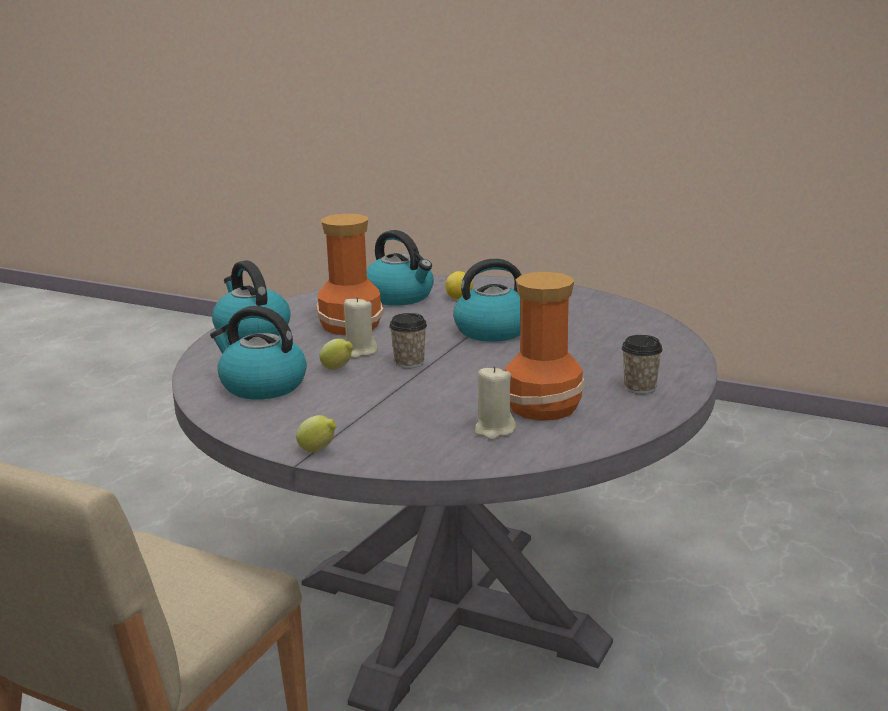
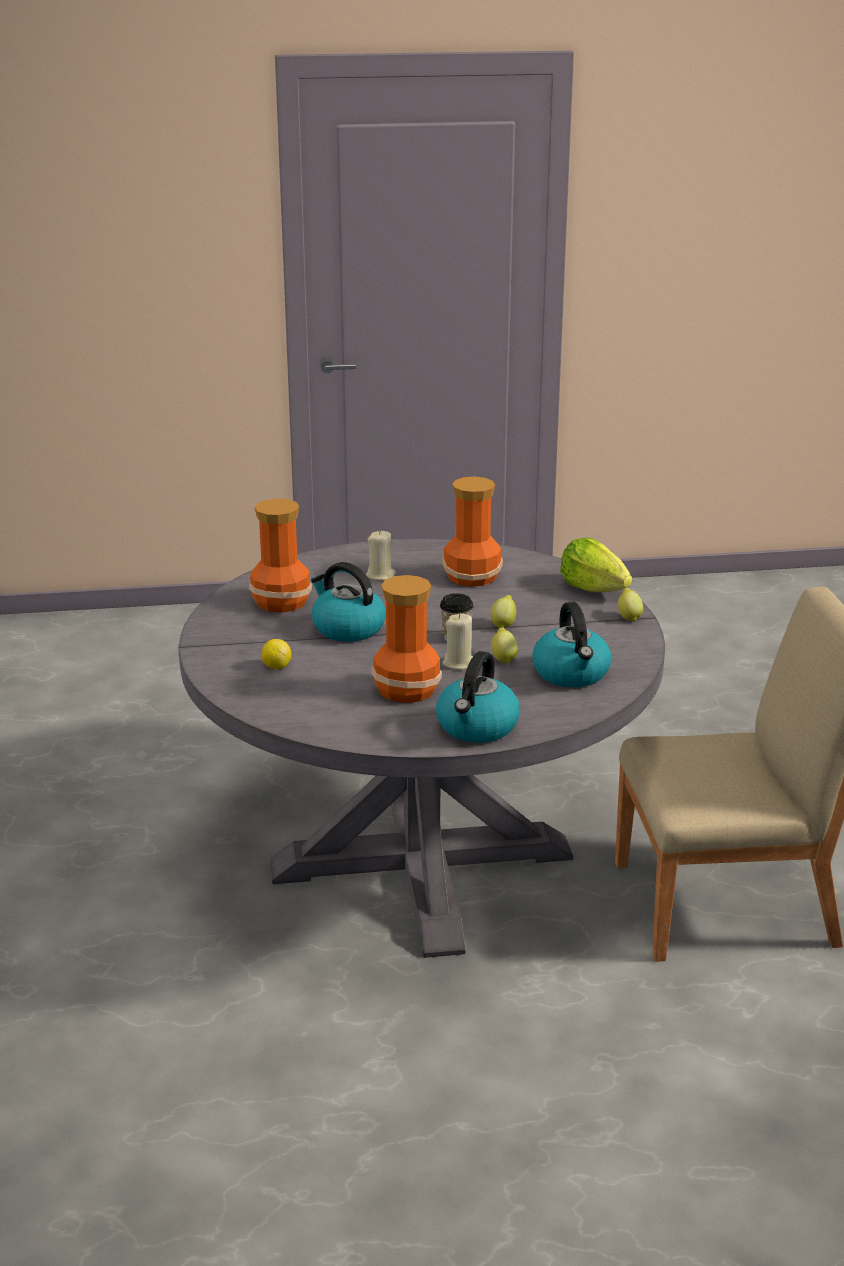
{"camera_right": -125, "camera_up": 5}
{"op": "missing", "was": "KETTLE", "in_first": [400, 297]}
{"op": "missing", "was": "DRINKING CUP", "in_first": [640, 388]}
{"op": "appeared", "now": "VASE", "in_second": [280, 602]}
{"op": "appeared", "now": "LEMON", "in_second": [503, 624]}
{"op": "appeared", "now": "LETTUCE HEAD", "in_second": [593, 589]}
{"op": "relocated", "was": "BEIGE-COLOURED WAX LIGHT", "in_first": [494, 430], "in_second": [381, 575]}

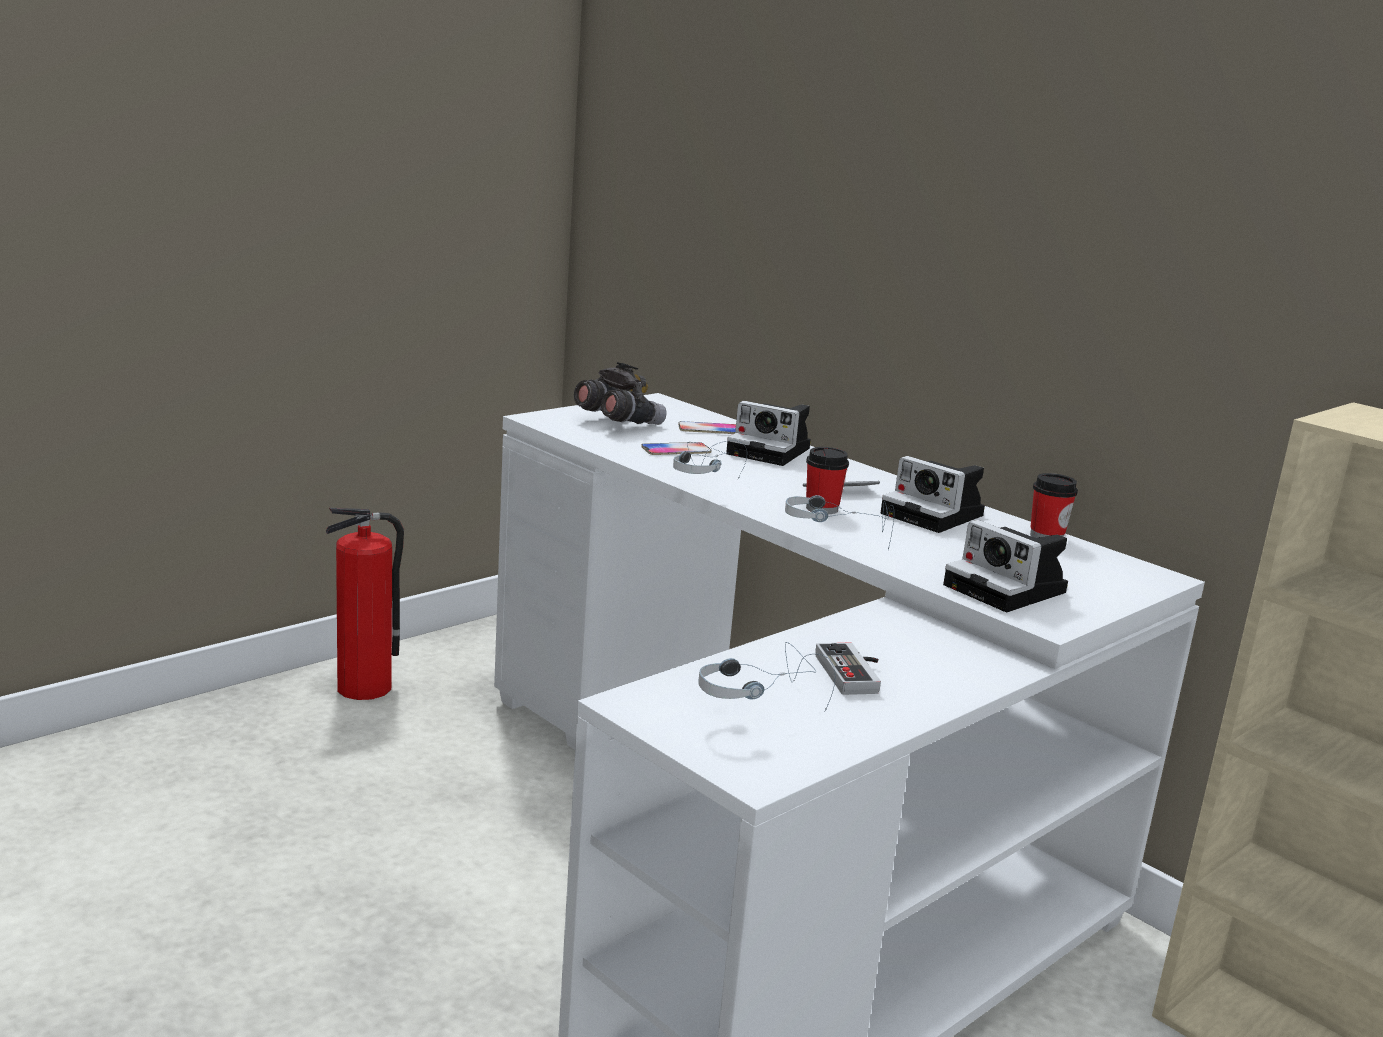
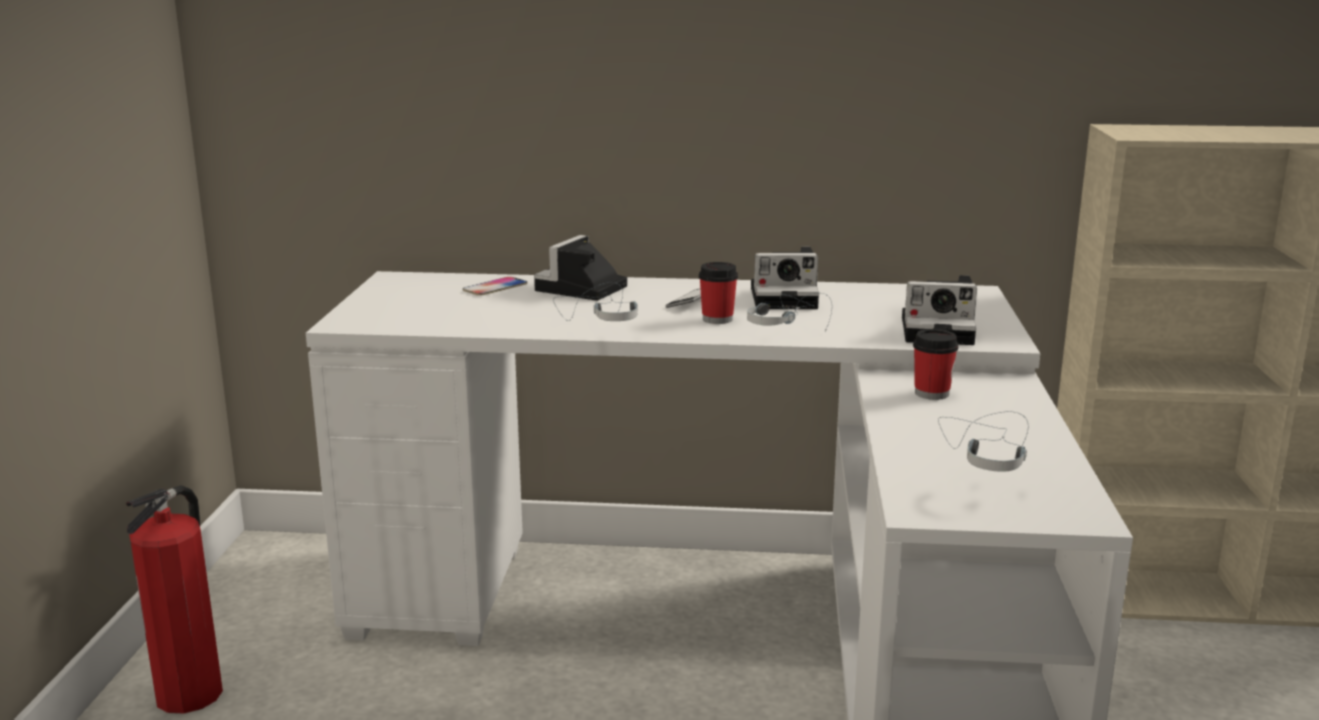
{"camera_right": -40, "camera_up": 0}
{"op": "missing", "was": "GRAY FIELD GLASSES", "in_first": [618, 423]}
{"op": "missing", "was": "HANDSET", "in_first": [676, 450]}
{"op": "missing", "was": "GAMEPAD", "in_first": [855, 674]}
{"op": "relocated", "was": "DRINKING CUP", "in_first": [1046, 536], "in_second": [931, 393]}
{"op": "spun", "was": "PHOTO CAMERA", "in_first": [772, 451], "in_second": [580, 289], "clockwise": 135}

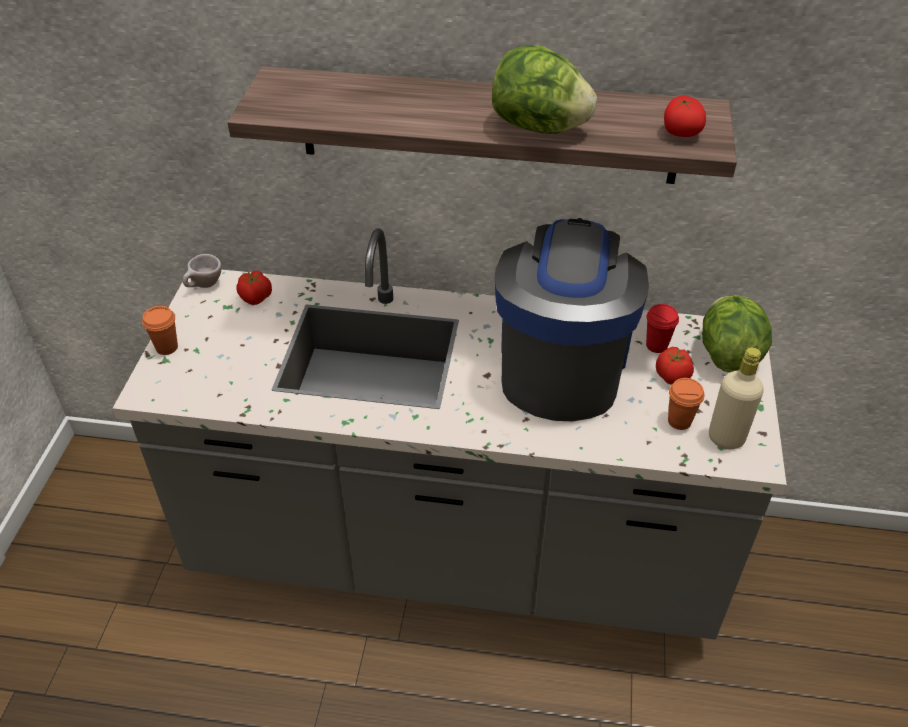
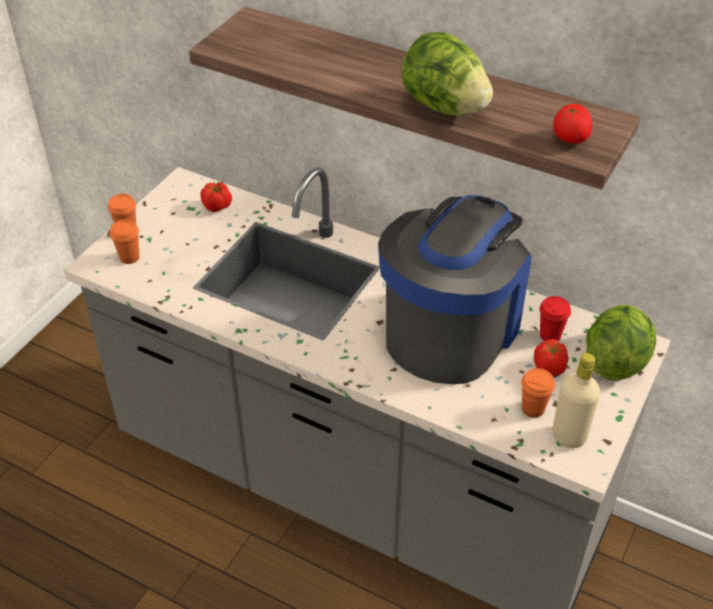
{"camera_right": 20, "camera_up": 0}
{"op": "missing", "was": "BEIGE-COLOURED DRINKING CUP", "in_first": [204, 286]}
{"op": "appeared", "now": "ORANGE DRINKING CUP", "in_second": [129, 257]}

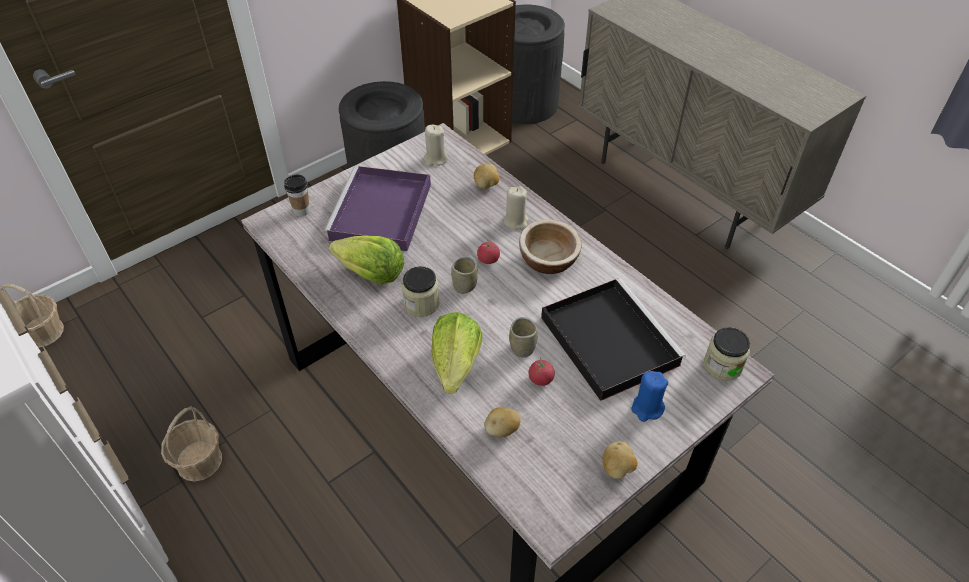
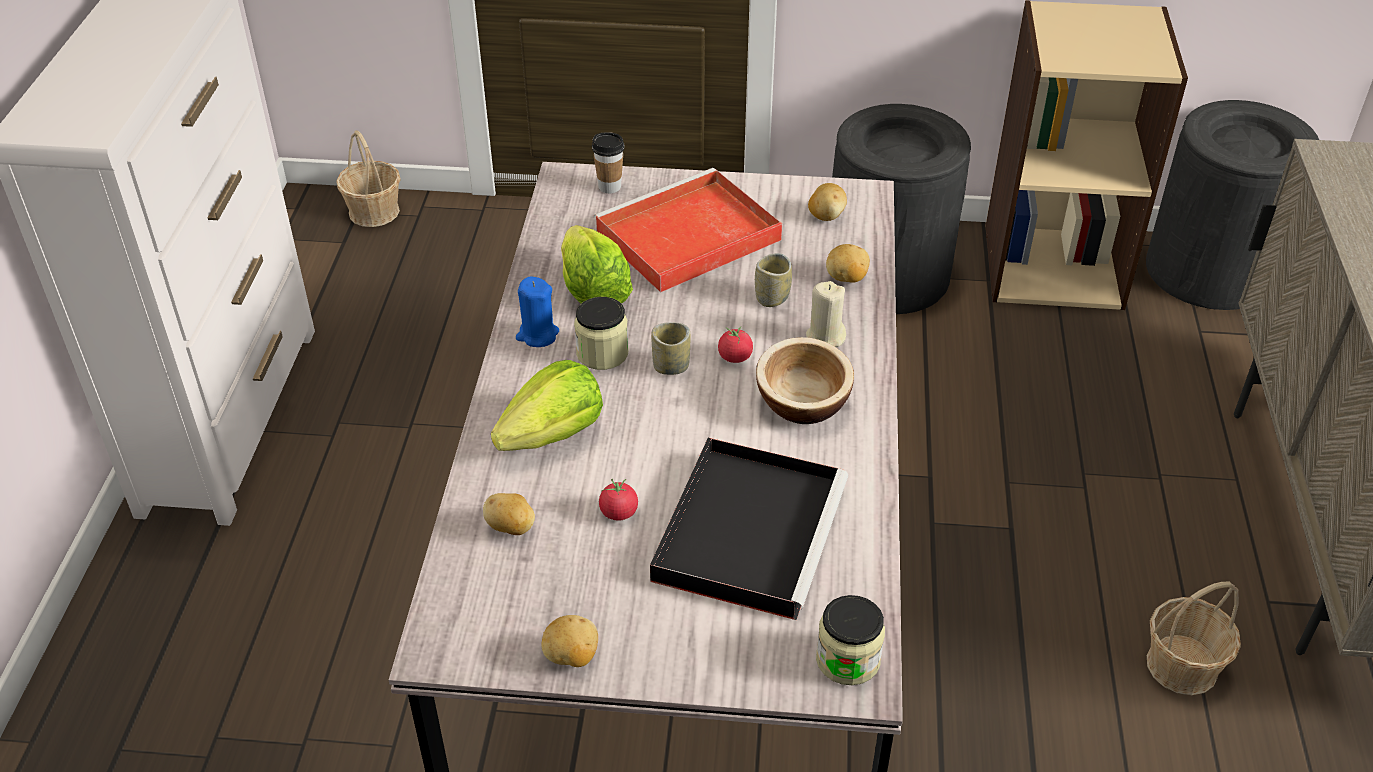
{"camera_right": 45, "camera_up": -5}
{"op": "relocated", "was": "STORAGE BASKET", "in_first": [200, 461], "in_second": [1182, 666]}
{"op": "relocated", "was": "DRINKING CUP", "in_first": [522, 348], "in_second": [772, 298]}
{"op": "relocated", "was": "BLUE-COLOURED WAX LIGHT", "in_first": [647, 408], "in_second": [537, 335]}
{"op": "exchanged", "was": "BEIGE-COLOURED WAX LIGHT", "now": "WHOLE POTATO", "in_first": [435, 159], "in_second": [826, 216]}
{"op": "colour", "was": "PURPLE SERVING TRAY", "now": "REDDISH SERVING TRAY", "in_first": [381, 213], "in_second": [686, 237]}

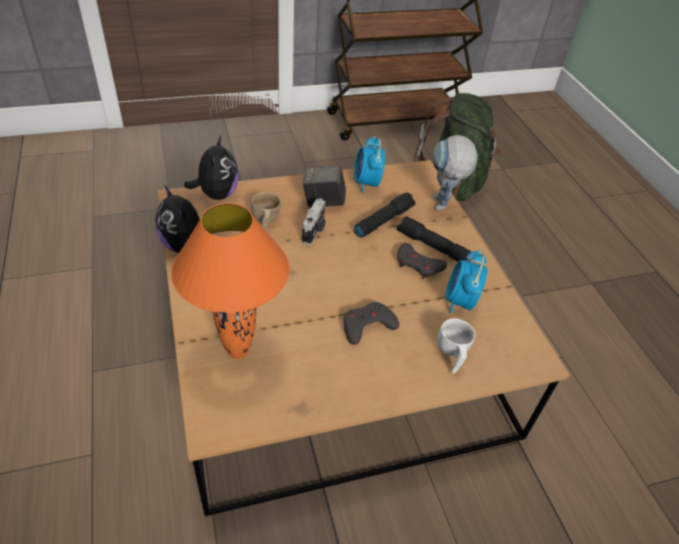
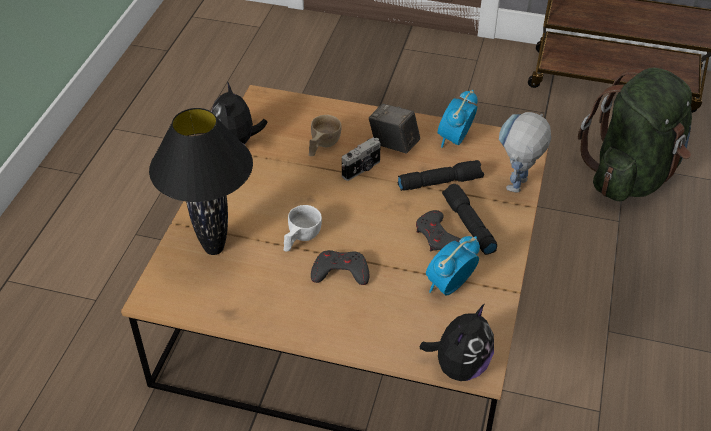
{"camera_right": 35, "camera_up": 0}
{"op": "relocated", "was": "SOFT TOY", "in_first": [217, 194], "in_second": [459, 366]}
{"op": "relocated", "was": "WHITE-COLOURED DRINKING CUP", "in_first": [451, 354], "in_second": [300, 239]}
{"op": "colour", "was": "ORANGE TABLETOP LAMP", "now": "BLACKISH TABLETOP LAMP", "in_first": [238, 352], "in_second": [214, 249]}

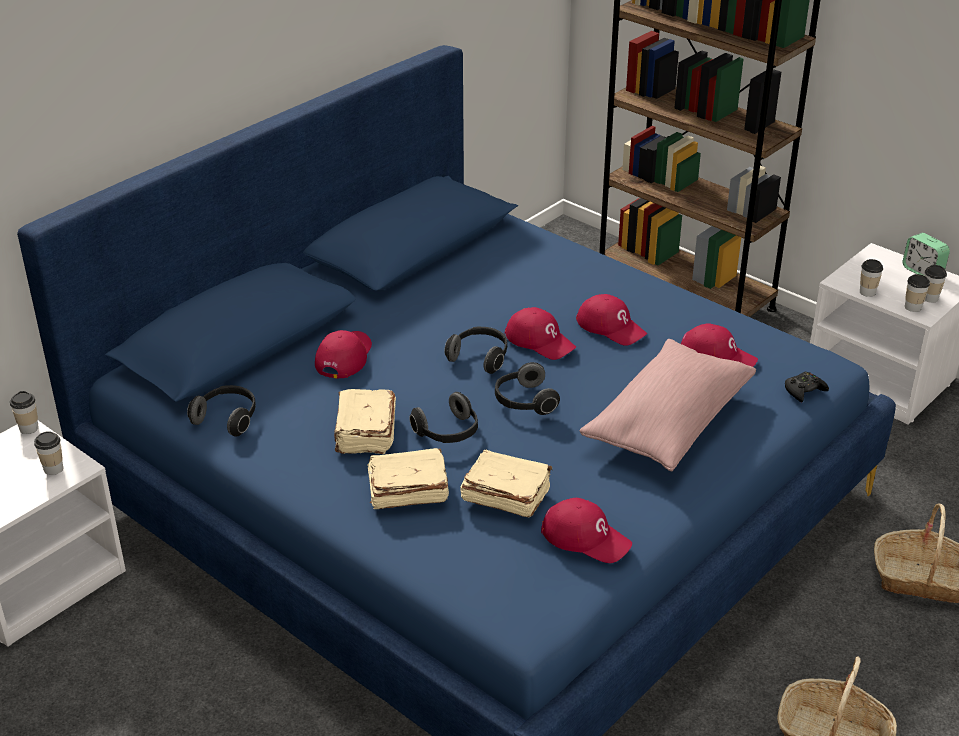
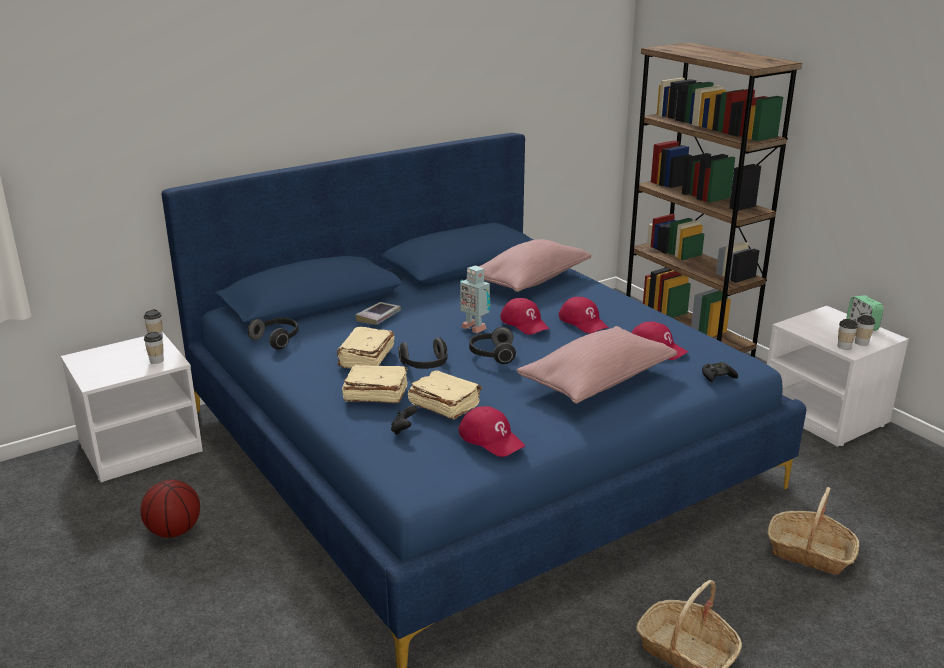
{"camera_right": 15, "camera_up": -10}
{"op": "missing", "was": "DRINKING CUP", "in_first": [867, 292]}
{"op": "appeared", "now": "BALL FOR BASKETBALL", "in_second": [174, 531]}
{"op": "appeared", "now": "BLACKISH GAMEPAD", "in_second": [403, 430]}
{"op": "appeared", "now": "PINK PILLOW", "in_second": [530, 281]}
{"op": "exchanged", "was": "REDDISH BASEBALL CAP", "now": "VOLUME", "in_first": [344, 357], "in_second": [378, 317]}
{"op": "exchanged", "was": "HEADSET", "now": "TOY ROBOT", "in_first": [480, 358], "in_second": [474, 327]}

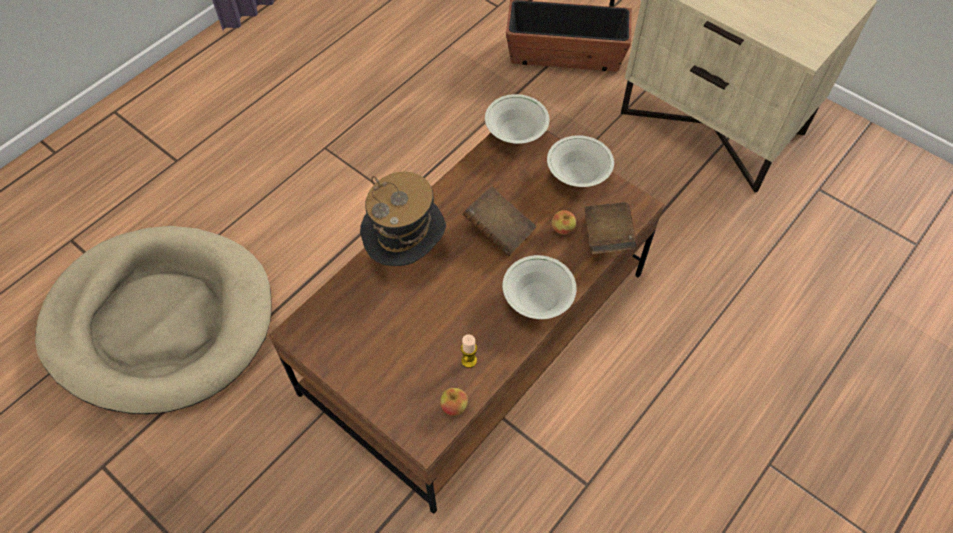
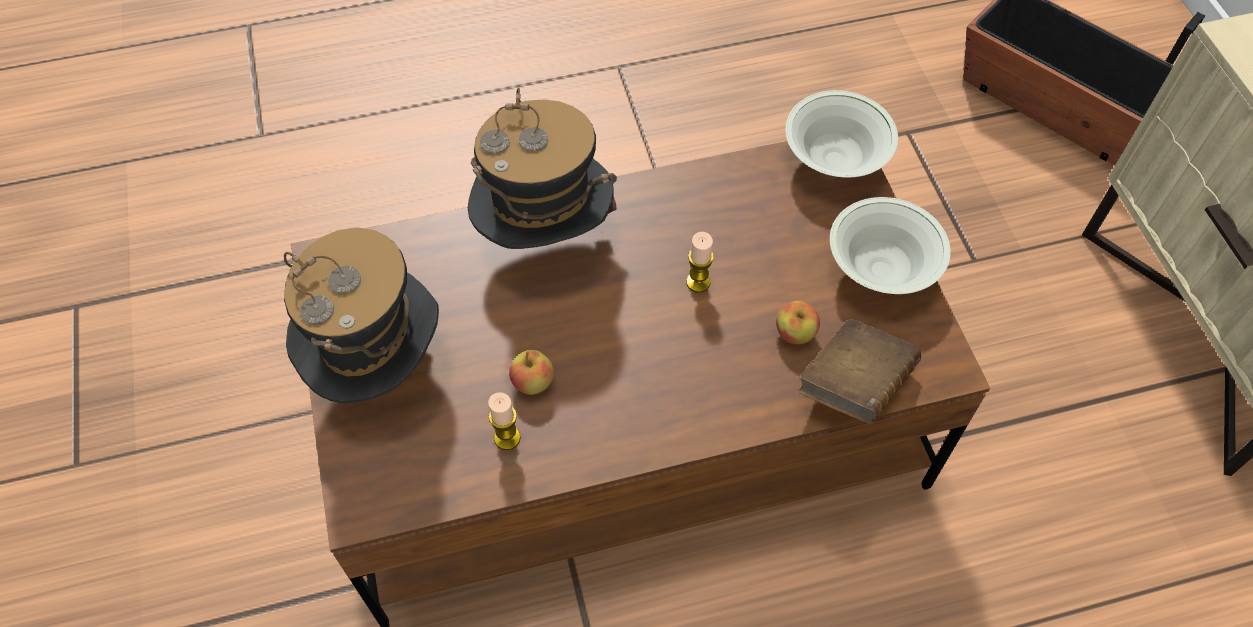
{"camera_right": 35, "camera_up": 0}
{"op": "missing", "was": "BEIGE-COLOURED PET BED", "in_first": [161, 321]}
{"op": "missing", "was": "WHITE-COLOURED DEEP DISH", "in_first": [537, 300]}
{"op": "appeared", "now": "WEARABLE HAT", "in_second": [380, 370]}
{"op": "relocated", "was": "APPLE FRUIT", "in_first": [454, 407], "in_second": [533, 382]}
{"op": "exchanged", "was": "BROWN-COLOURED VOLUME", "now": "WAX LIGHT", "in_first": [499, 231], "in_second": [698, 282]}

